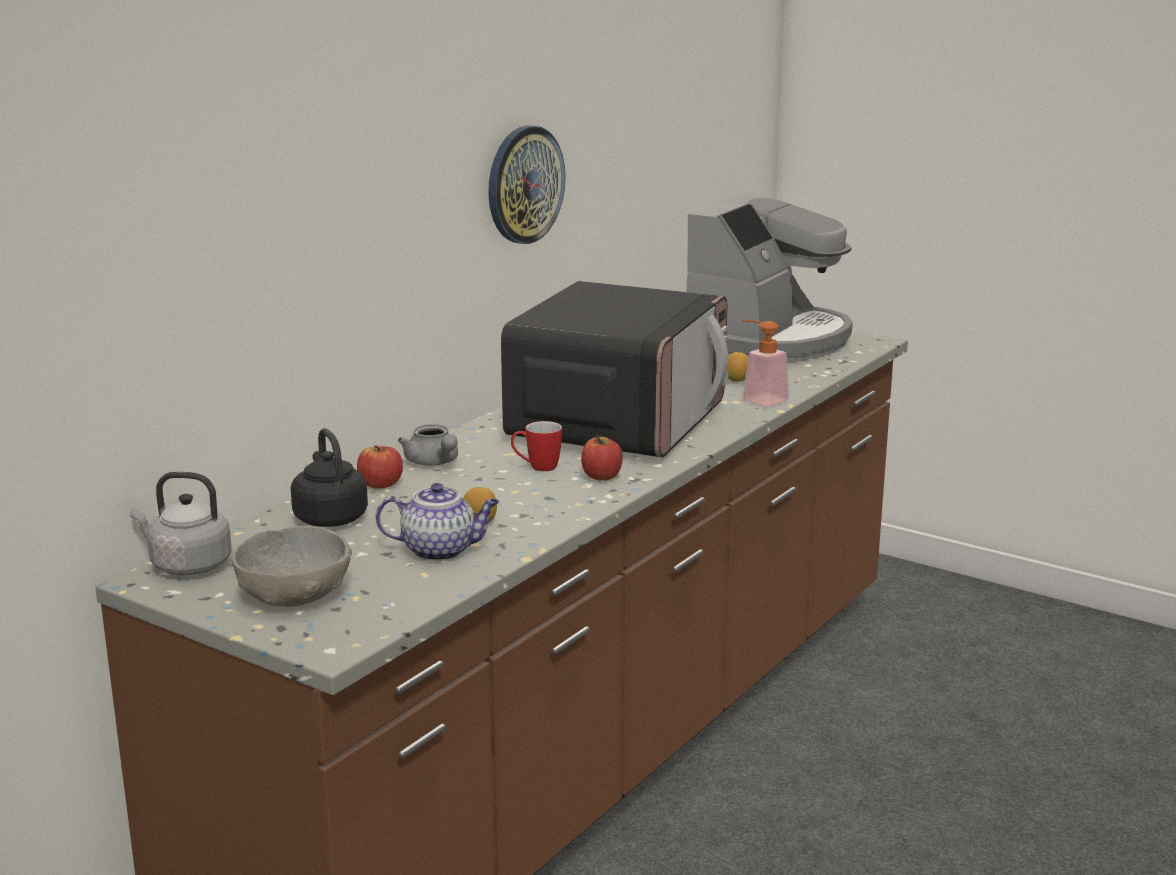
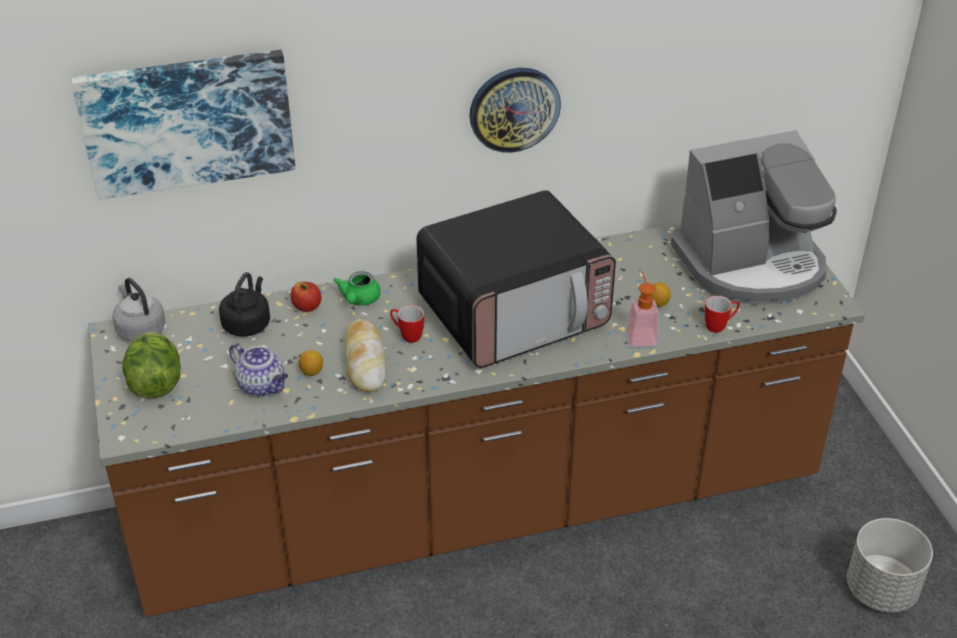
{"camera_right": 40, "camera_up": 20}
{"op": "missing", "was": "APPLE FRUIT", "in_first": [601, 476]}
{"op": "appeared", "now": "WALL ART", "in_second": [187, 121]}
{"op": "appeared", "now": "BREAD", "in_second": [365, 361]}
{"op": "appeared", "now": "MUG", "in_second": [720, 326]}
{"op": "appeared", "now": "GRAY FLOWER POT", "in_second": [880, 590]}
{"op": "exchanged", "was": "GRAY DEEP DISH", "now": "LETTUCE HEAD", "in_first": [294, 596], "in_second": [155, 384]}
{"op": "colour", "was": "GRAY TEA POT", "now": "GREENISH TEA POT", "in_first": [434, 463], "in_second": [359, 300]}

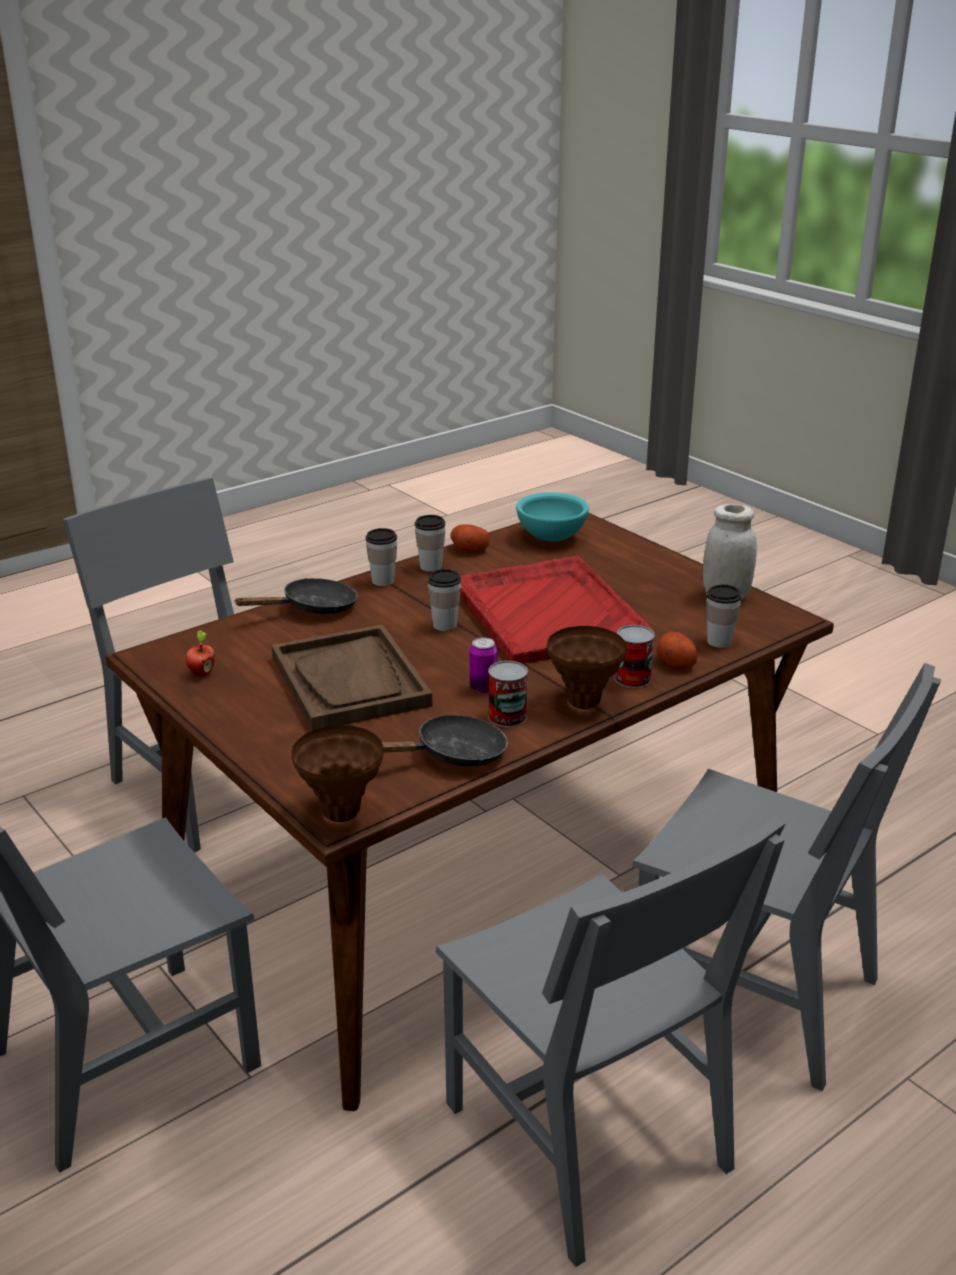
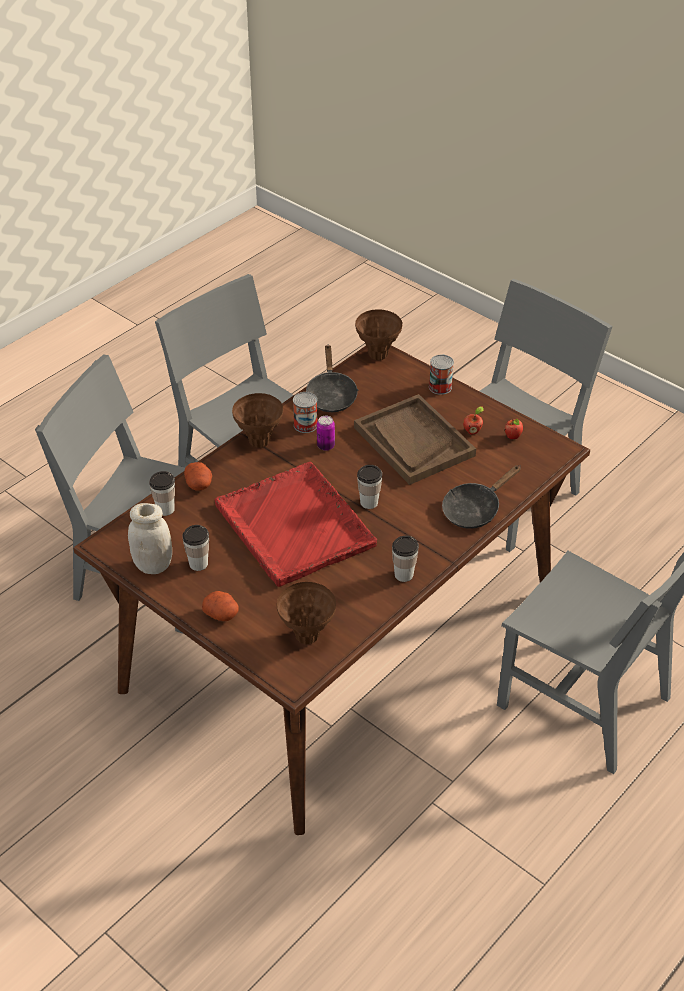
{"camera_right": 170, "camera_up": 15}
{"op": "appeared", "now": "APPLE FRUIT", "in_second": [472, 431]}
{"op": "relocated", "was": "DRINKING CUP", "in_first": [383, 581], "in_second": [198, 564]}
{"op": "relocated", "was": "WHOLE POTATO", "in_first": [468, 549], "in_second": [222, 614]}
{"op": "relocated", "was": "METAL CAN", "in_first": [632, 678], "in_second": [440, 387]}
{"op": "exchanged", "was": "BLUE-GREEN DEEP DISH", "now": "BROWN-COLOURED VASE", "in_first": [551, 537], "in_second": [307, 636]}
{"op": "spun", "was": "BLACKISH FRYING PAN", "in_first": [452, 755], "in_second": [331, 395], "clockwise": -60}

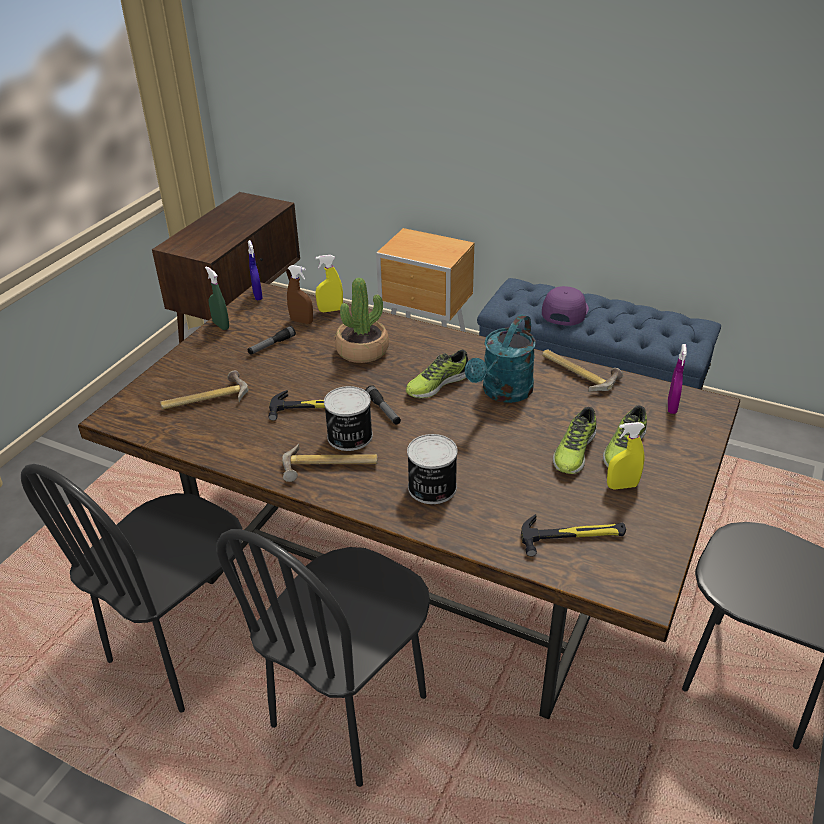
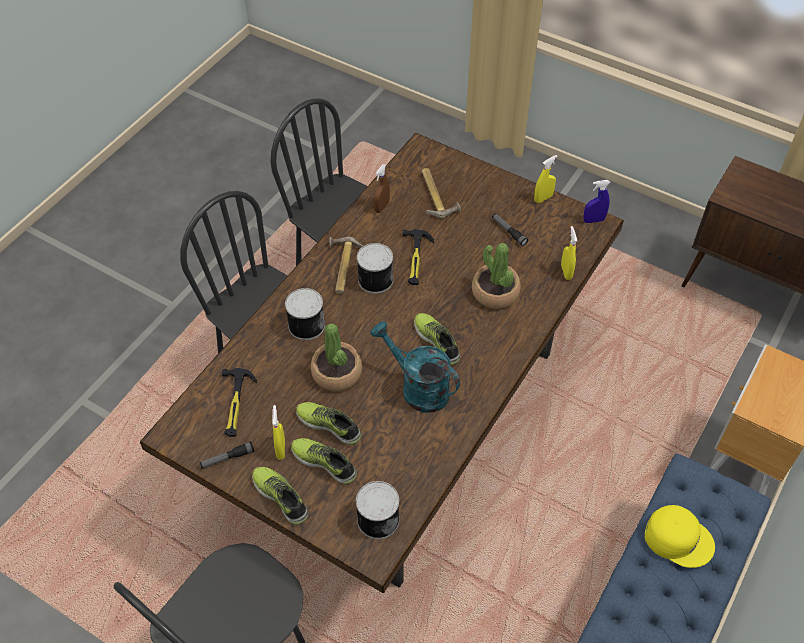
{"camera_right": 95, "camera_up": 15}
{"op": "missing", "was": "HAND HAMMER", "in_first": [579, 372]}
{"op": "appeared", "now": "LOW SHOE", "in_second": [281, 496]}
{"op": "appeared", "now": "HOUSEPLANT", "in_second": [337, 372]}
{"op": "relocated", "was": "BROWN-COLOURED SPRAYER", "in_first": [301, 321], "in_second": [381, 207]}
{"op": "relocated", "was": "HAND TORCH", "in_first": [383, 410], "in_second": [227, 458]}
{"op": "exchanged", "was": "PURPLE SPRAYER", "now": "METAL CAN", "in_first": [672, 407], "in_second": [377, 518]}
{"op": "colour", "was": "GREENISH SPRAYER", "now": "YELLOW-COLOURED SPRAYER", "in_first": [221, 325], "in_second": [543, 198]}
{"op": "colour", "was": "PURPLE BASEBALL CAP", "now": "YELLOW-COLOURED BASEBALL CAP", "in_first": [564, 311], "in_second": [678, 538]}

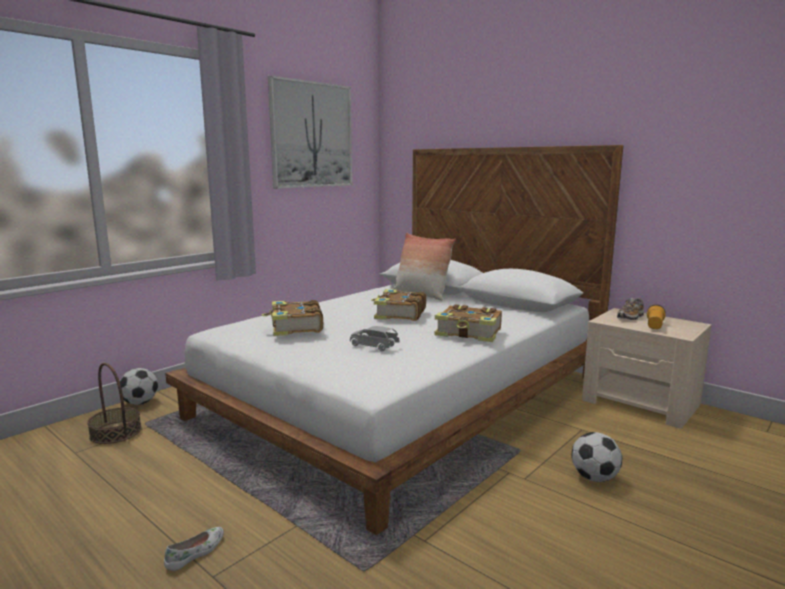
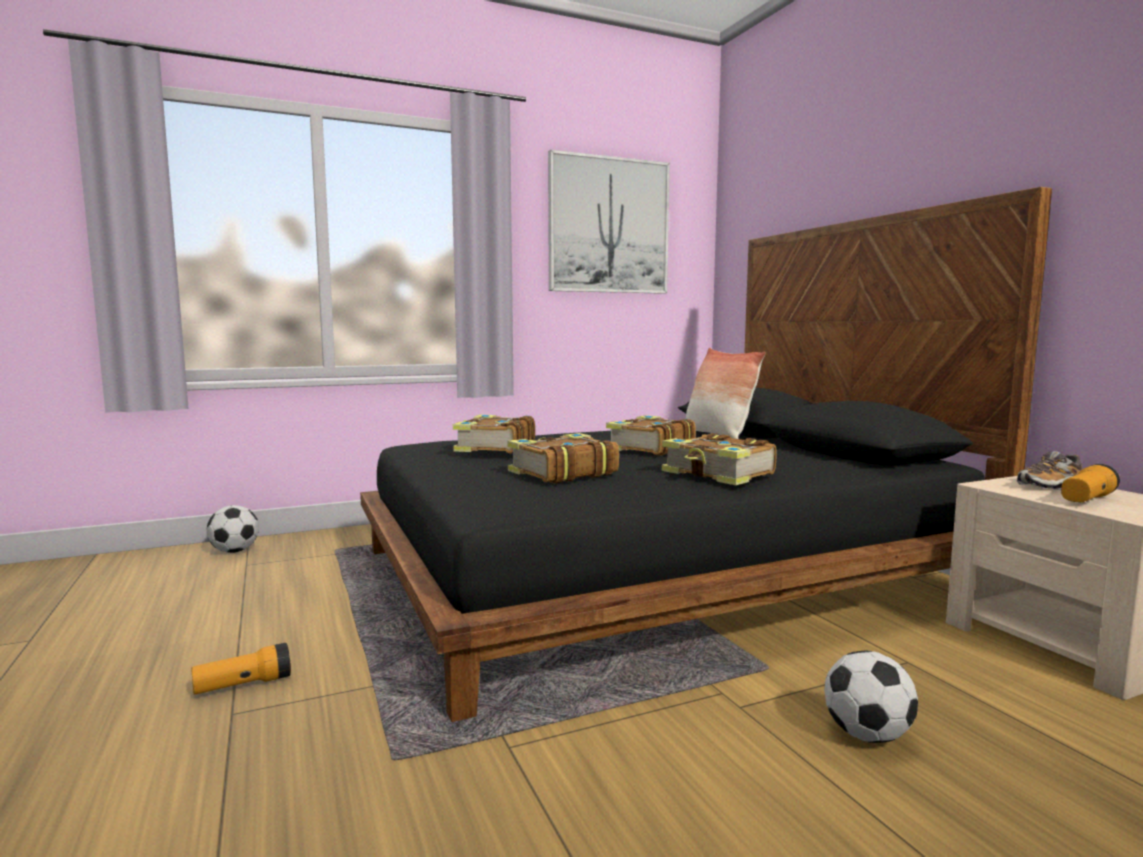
{"camera_right": 25, "camera_up": -5}
{"op": "missing", "was": "STORAGE BASKET", "in_first": [116, 432]}
{"op": "relocated", "was": "FOOTBALL BALL", "in_first": [140, 403], "in_second": [234, 551]}
{"op": "exchanged", "was": "WHITE-COLOURED LOW SHOE", "now": "HAND TORCH", "in_first": [196, 553], "in_second": [243, 685]}
{"op": "exchanged", "was": "GRAY MODEL CAR", "now": "VOLUME", "in_first": [373, 346], "in_second": [561, 473]}
{"op": "colour", "was": "WHITE-COLOURED SLEEPING BED", "now": "BLACKISH SLEEPING BED", "in_first": [405, 398], "in_second": [656, 573]}

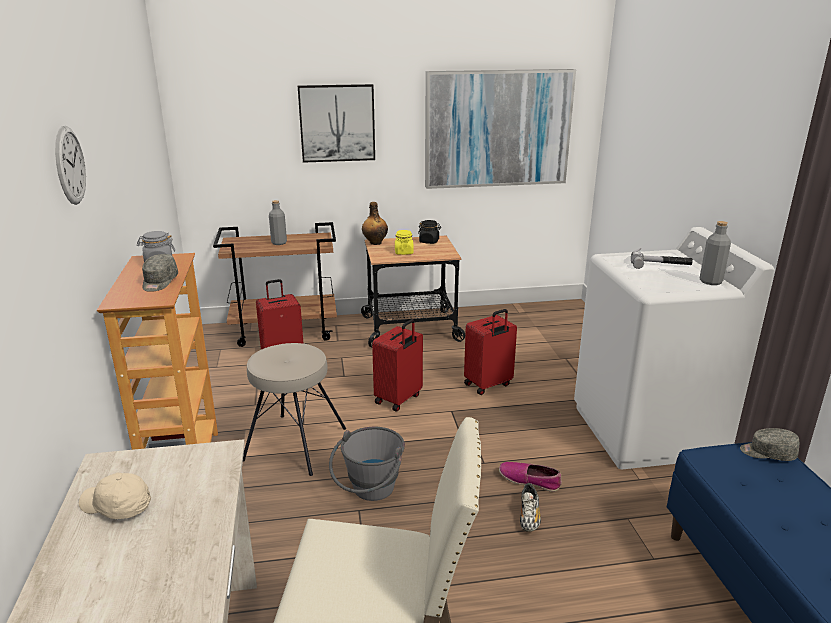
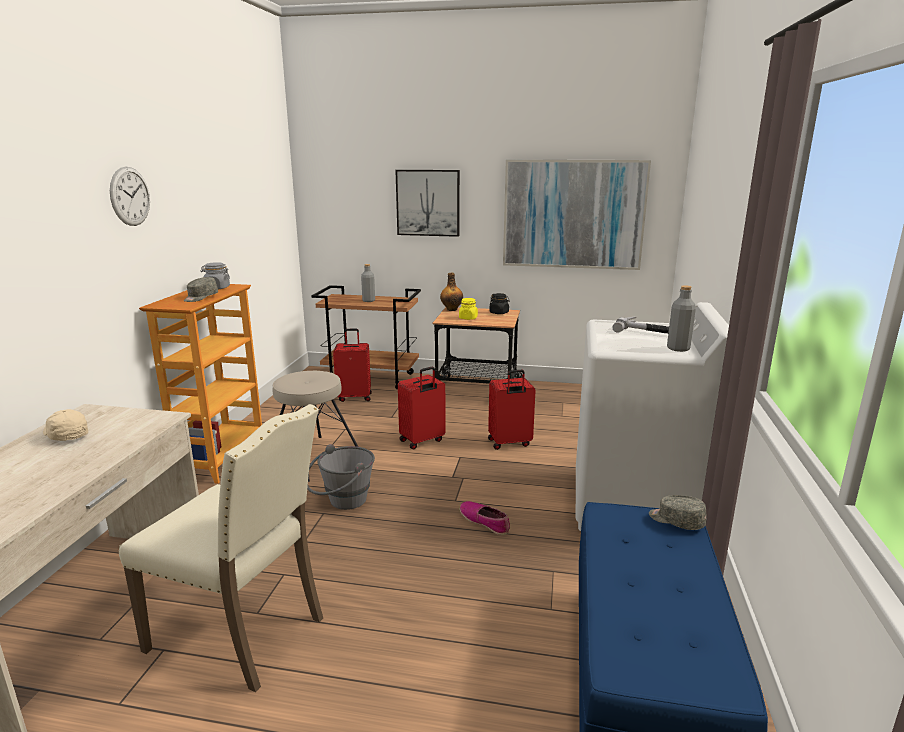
{"camera_right": 20, "camera_up": -5}
{"op": "missing", "was": "LOW SHOE", "in_first": [529, 516]}

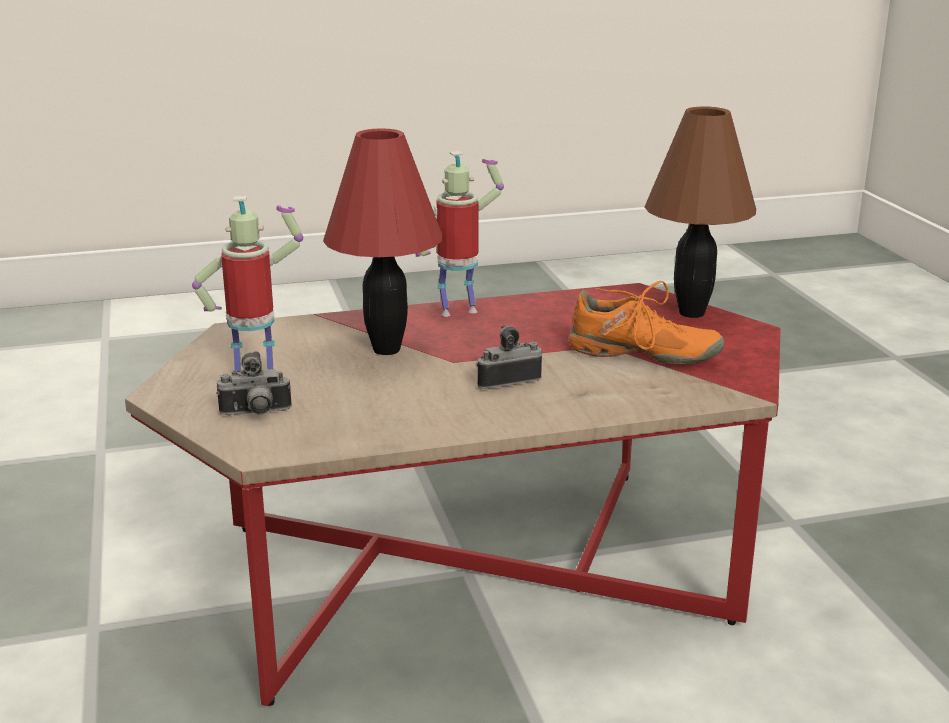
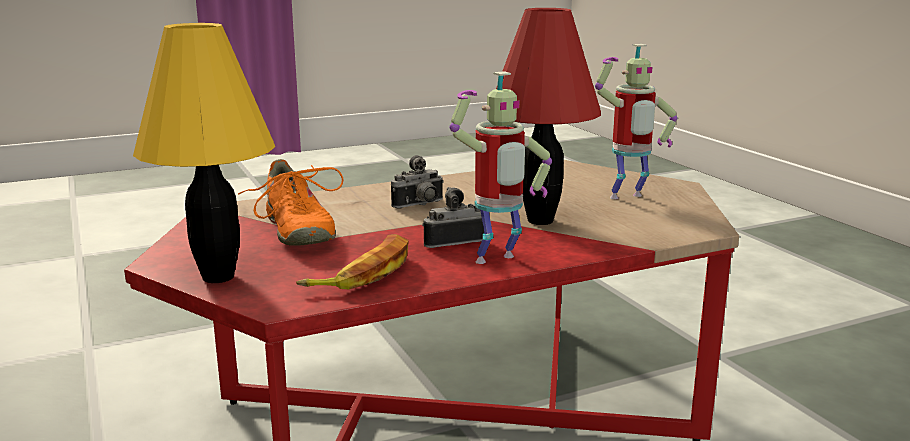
{"camera_right": 170, "camera_up": -5}
{"op": "appeared", "now": "BANANA FRUIT", "in_second": [363, 273]}
{"op": "relocated", "was": "PHOTO CAMERA", "in_first": [256, 414], "in_second": [452, 241]}
{"op": "colour", "was": "BROWN-COLOURED TABLETOP LAMP", "now": "YELLOW-COLOURED TABLETOP LAMP", "in_first": [692, 313], "in_second": [216, 277]}
{"op": "spun", "was": "ORANGE LOW SHOE", "in_first": [642, 354], "in_second": [296, 231], "clockwise": -120}

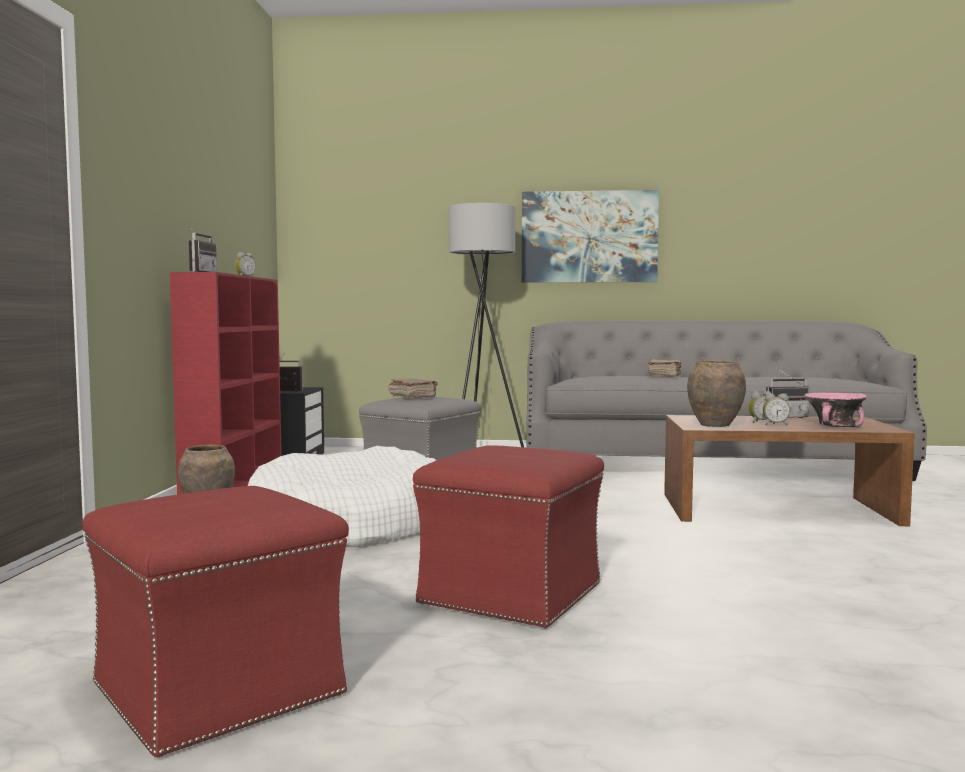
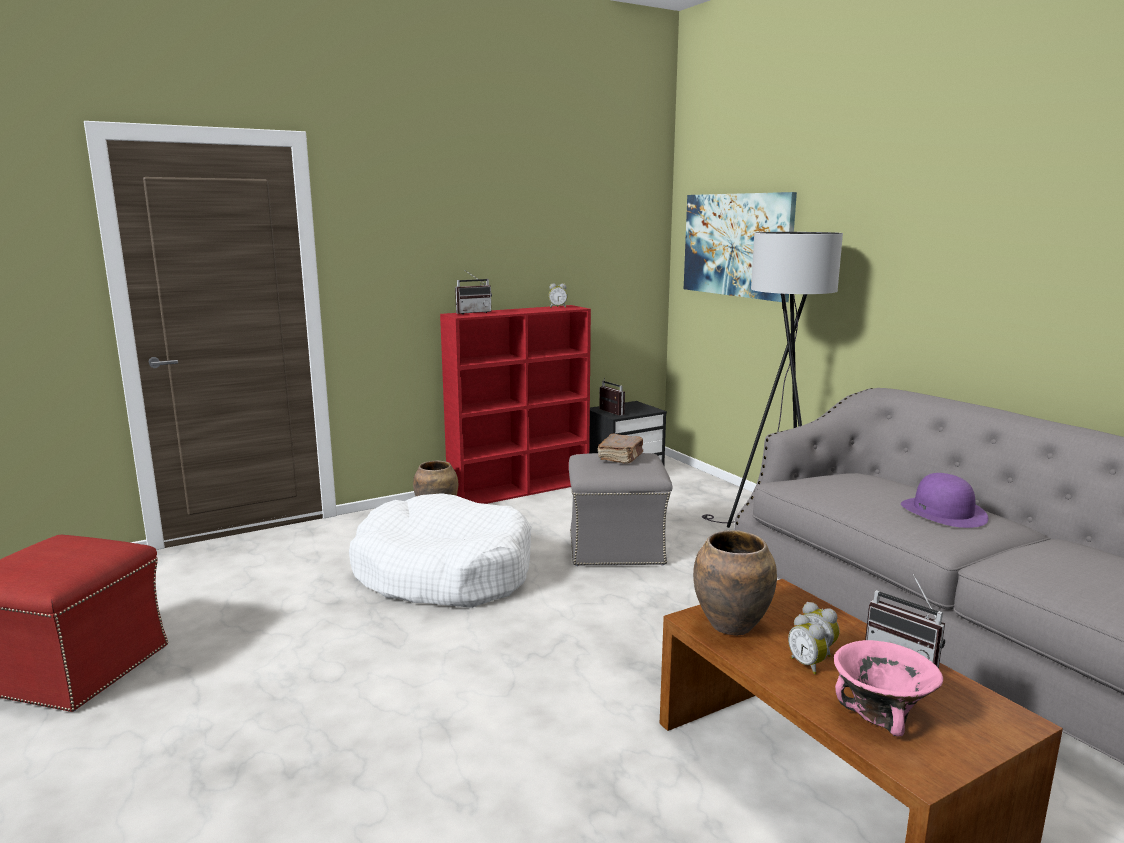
{"camera_right": 55, "camera_up": 10}
{"op": "missing", "was": "REDDISH POUFFE", "in_first": [512, 593]}
{"op": "relocated", "was": "WALL ART", "in_first": [589, 237], "in_second": [737, 245]}
{"op": "exchanged", "was": "BROWN-COLOURED VOLUME", "now": "PURPLE WEARABLE HAT", "in_first": [665, 376], "in_second": [943, 512]}

